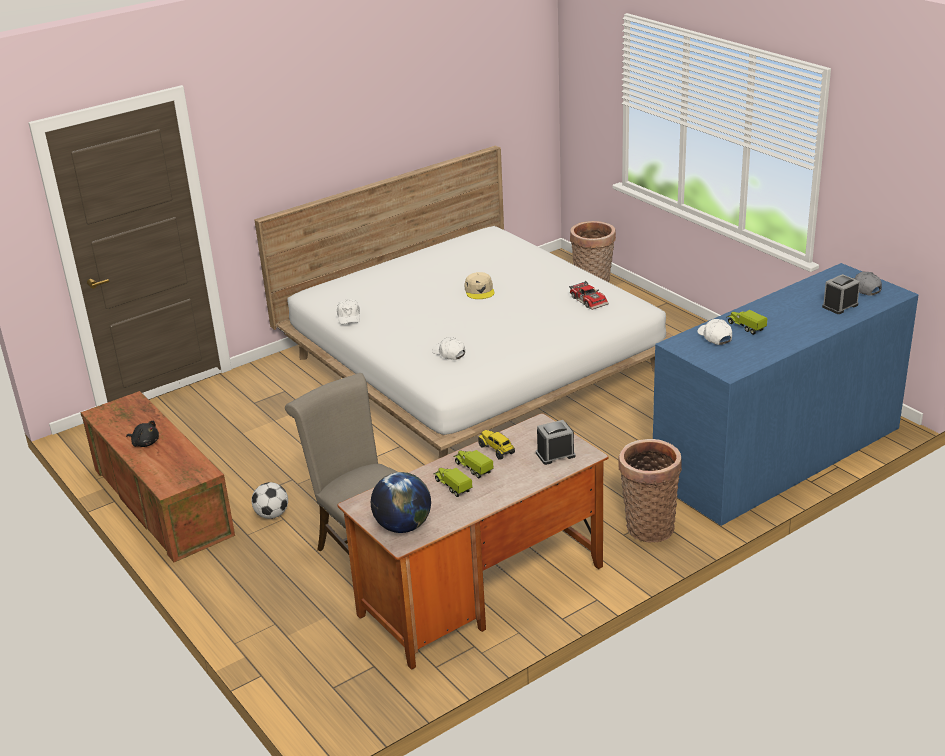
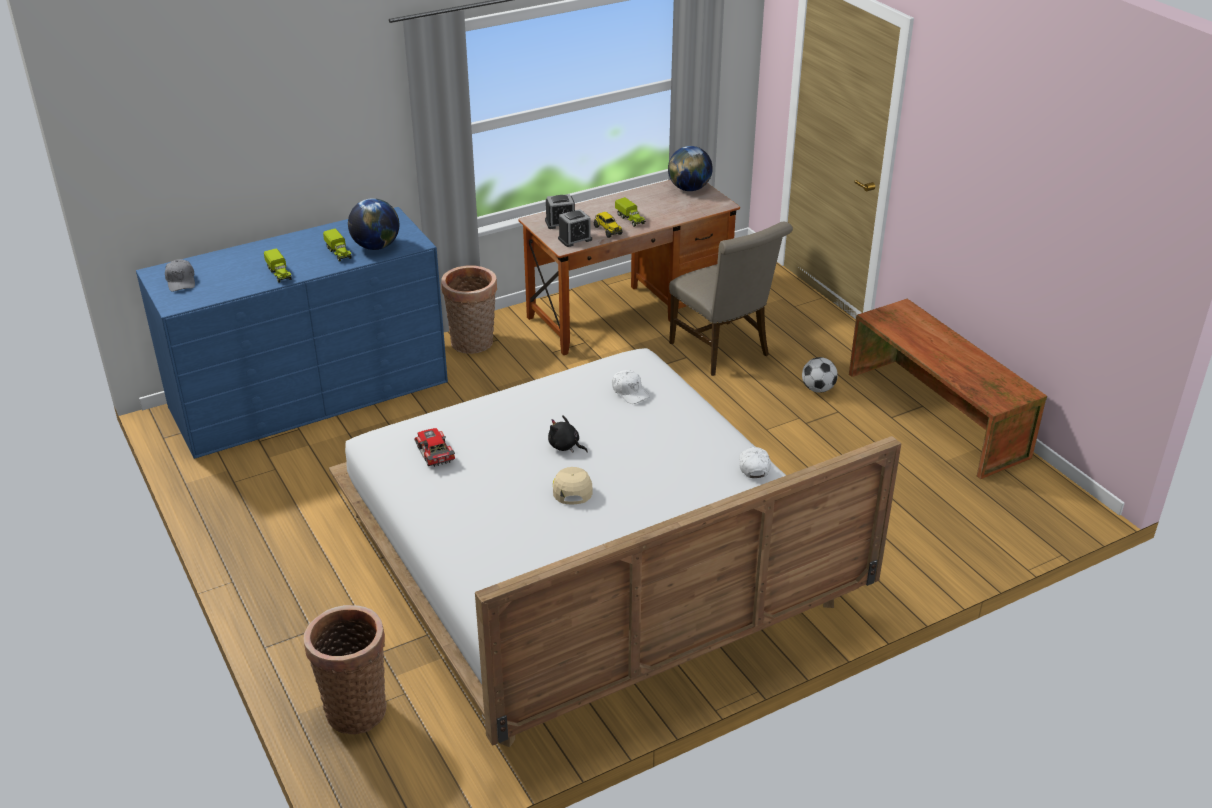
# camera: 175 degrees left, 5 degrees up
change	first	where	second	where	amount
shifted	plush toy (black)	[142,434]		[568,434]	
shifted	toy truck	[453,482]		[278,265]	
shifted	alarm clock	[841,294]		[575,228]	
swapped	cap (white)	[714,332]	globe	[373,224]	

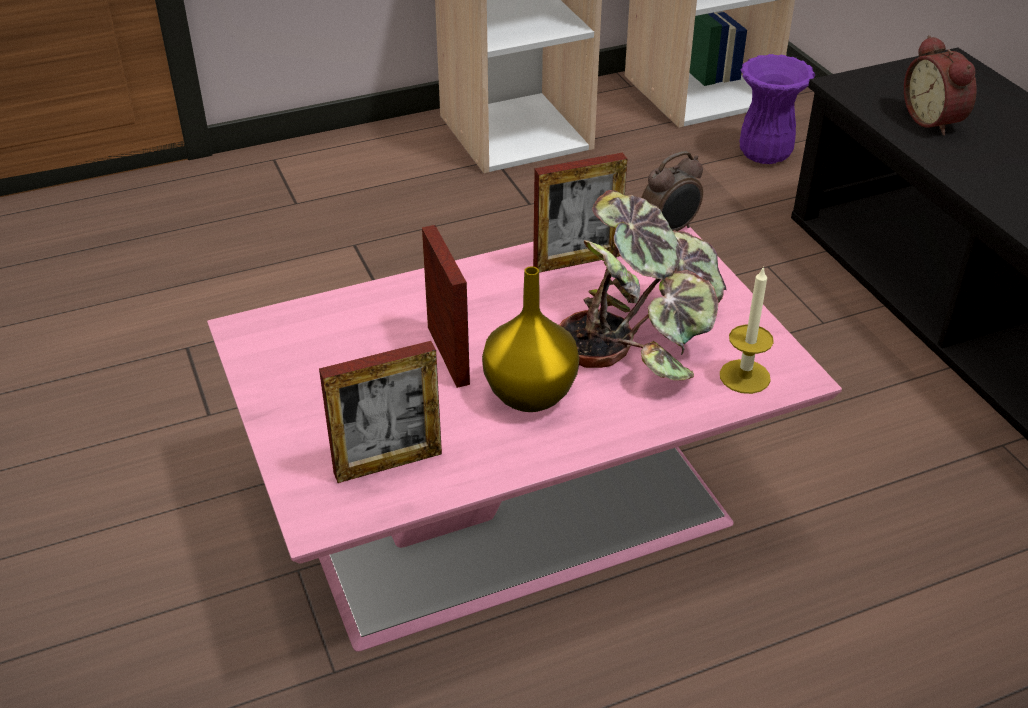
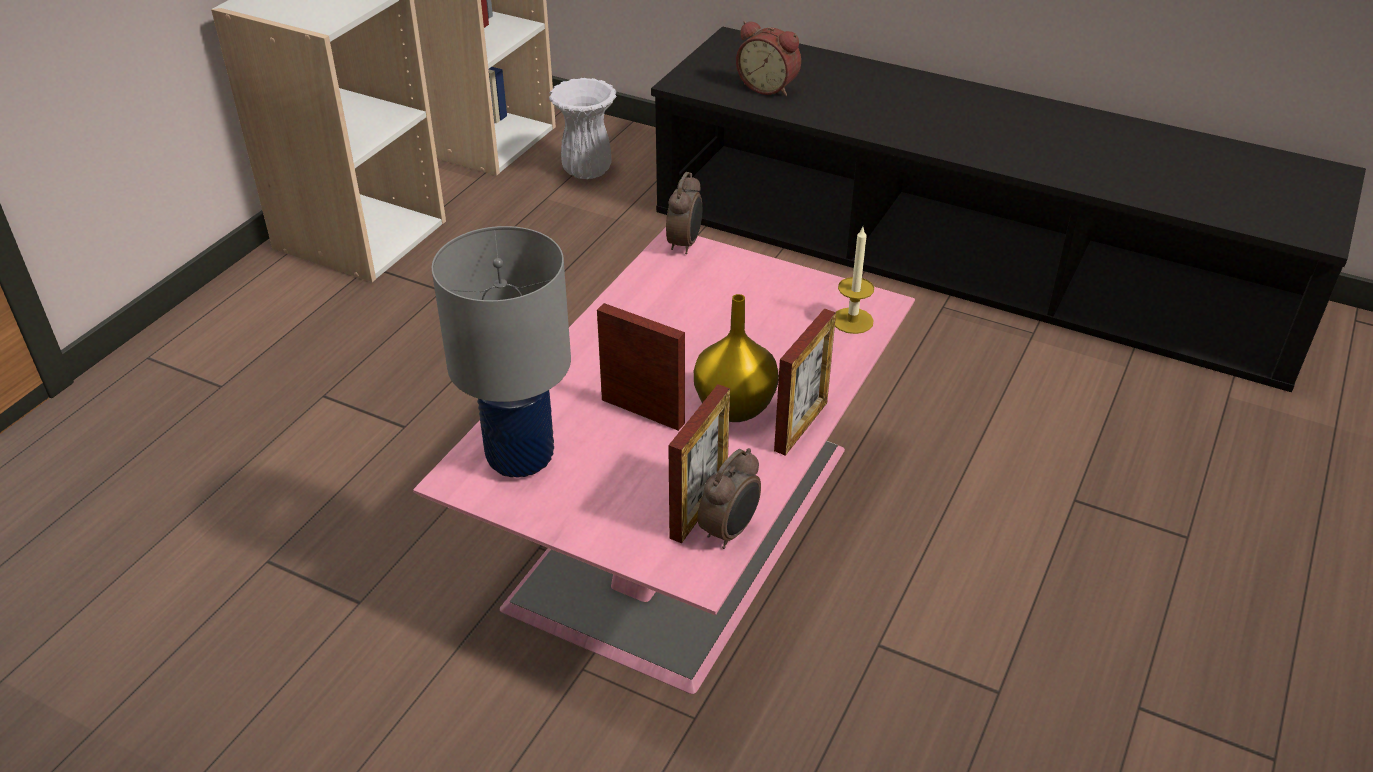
# camera: 40 degrees left, 0 degrees up
change	first	where	second	where	amount
gone	potted plant	[642,285]			
new			table lamp (grey)	[501,351]	
new			alarm clock	[729,498]	
shifted	picture frame	[580,213]		[805,382]	
repainted	vase (purple)	[777,109]	vase (white)	[582,128]	

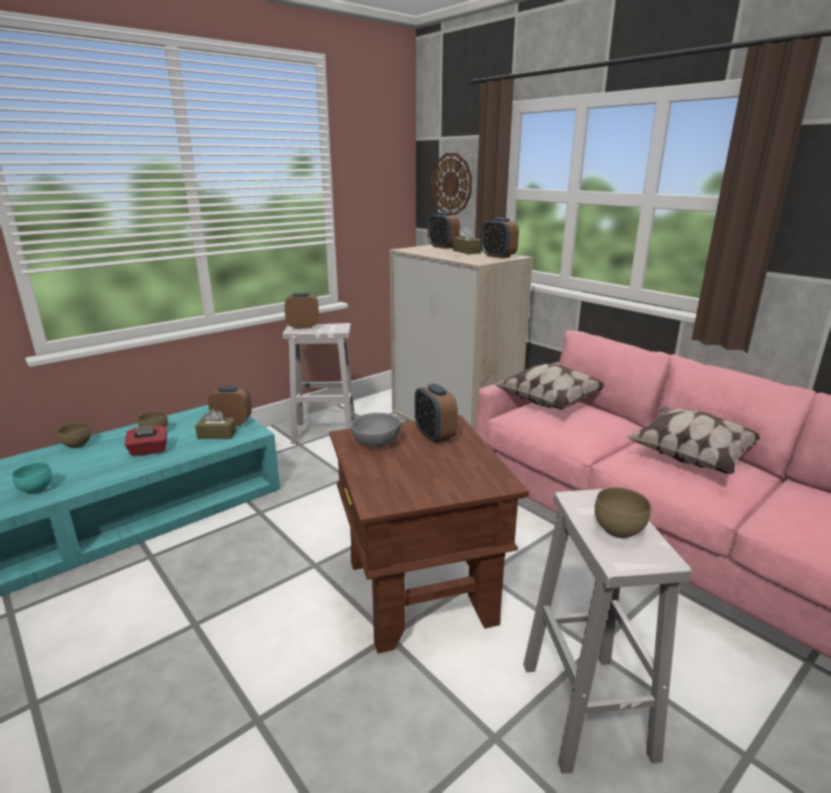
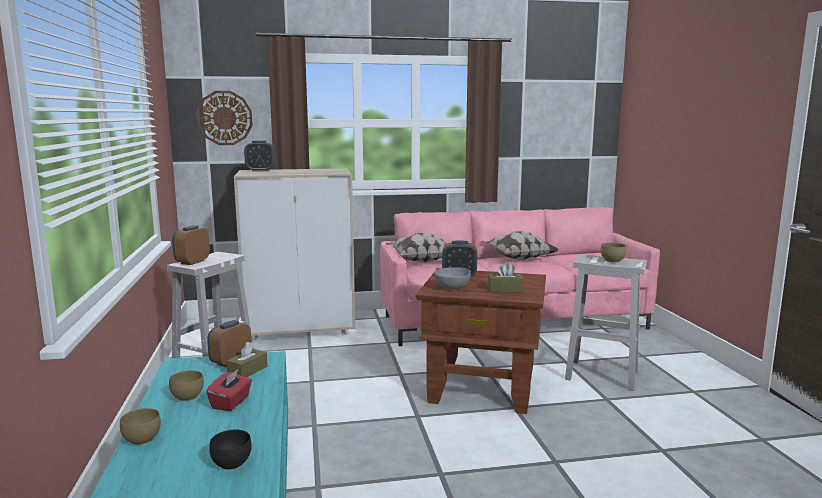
# camera: 60 degrees left, 10 degrees down
change	first	where	second	where	amount
gone	alarm clock	[500,238]			
shifted	tissue box (brown)	[467,240]		[506,277]	
repainted	bowl (turquoise)	[32,478]	bowl (black)	[230,450]	

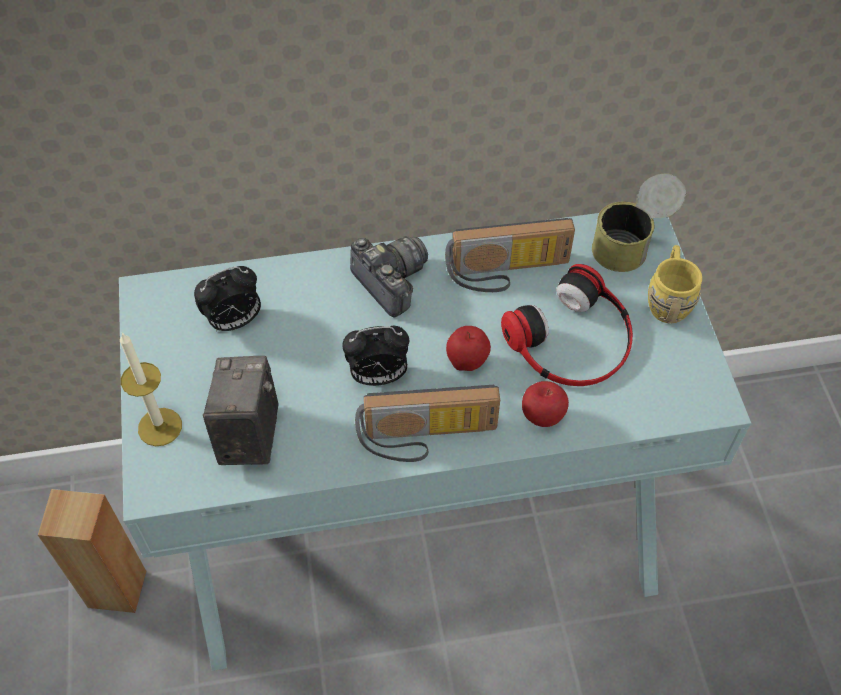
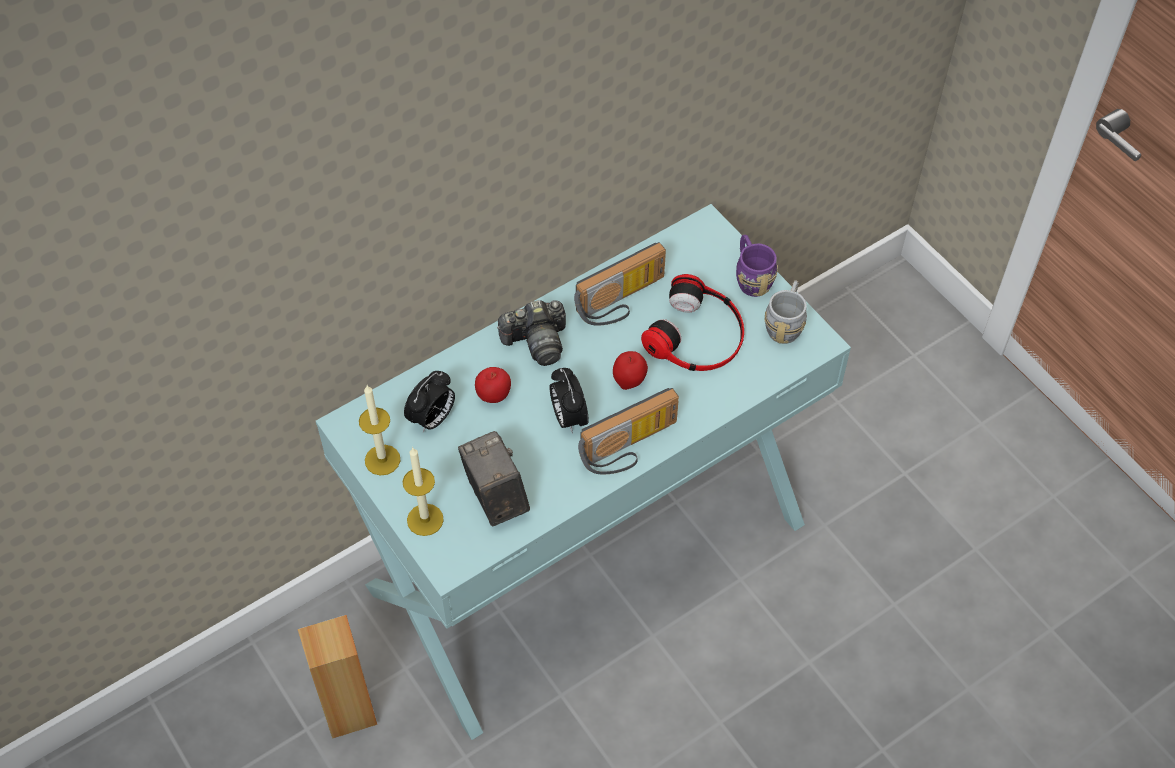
# camera: 25 degrees left, 0 degrees up
change	first	where	second	where	amount
gone	can	[639,222]			
new			candle	[379,430]	
new			mug (grey)	[786,312]	
shifted	apple	[545,404]		[493,385]	
repainted	mug (yellow)	[675,284]	mug (purple)	[757,265]	
rotated	alarm clock	[375,356]		[569,401]	105 degrees clockwise
rotated	photo camera	[389,276]		[531,333]	135 degrees clockwise

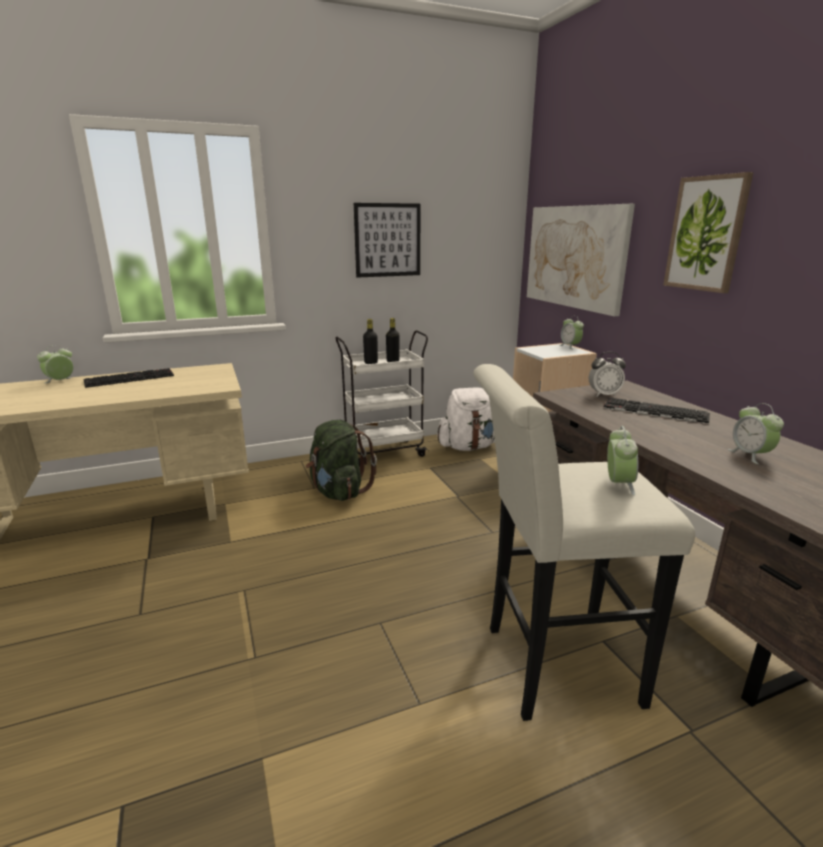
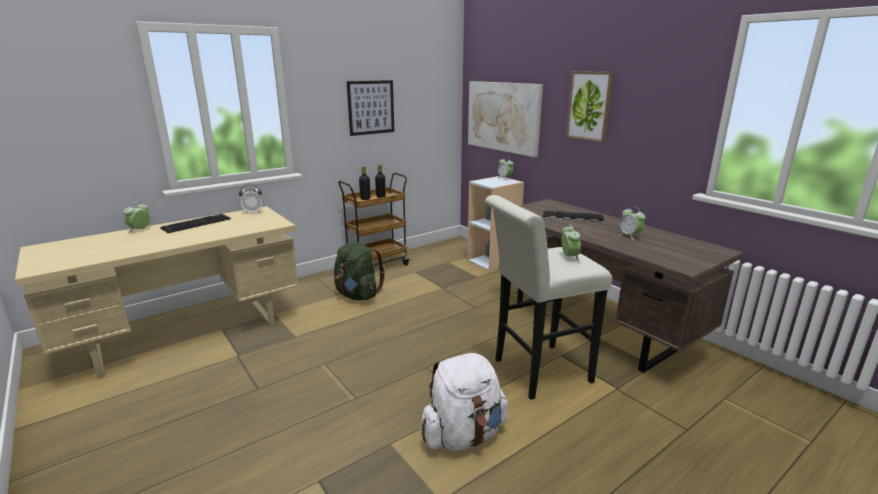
# camera: 15 degrees left, 0 degrees up
change	first	where	second	where	amount
shifted	backpack (white)	[466,419]		[464,402]	
shifted	alarm clock	[607,374]		[251,199]	
repainted	cart (white)	[382,398]	cart (brown)	[374,219]	

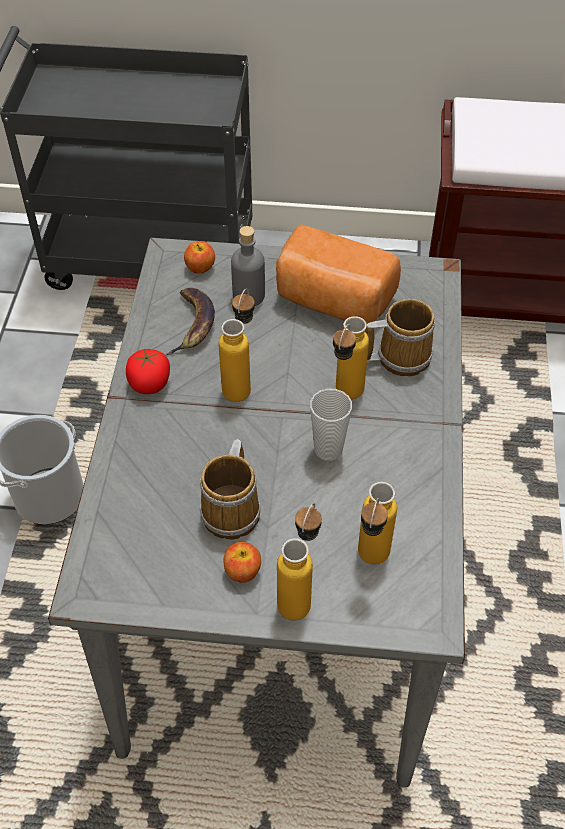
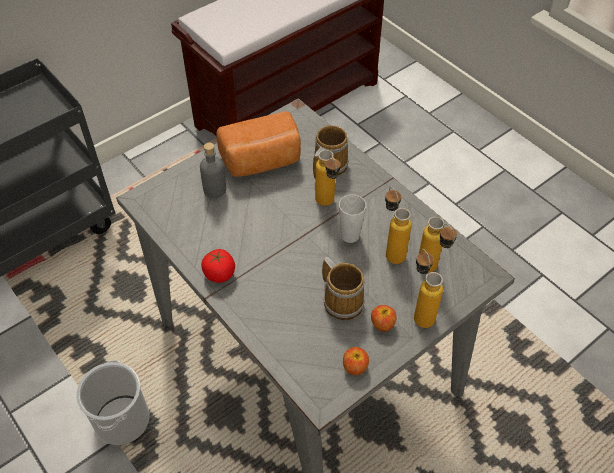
# camera: 45 degrees left, 0 degrees up
change	first	where	second	where	amount
gone	banana	[190,321]			
shifted	apple	[199,257]		[356,361]	
shifted	bottle	[237,345]		[398,225]	

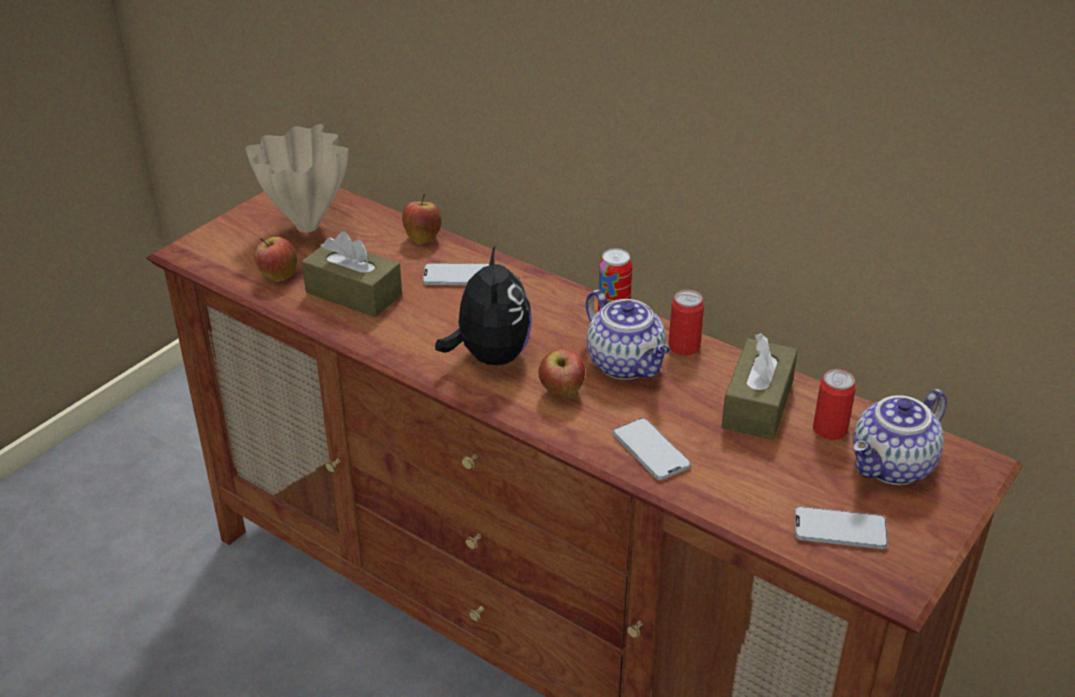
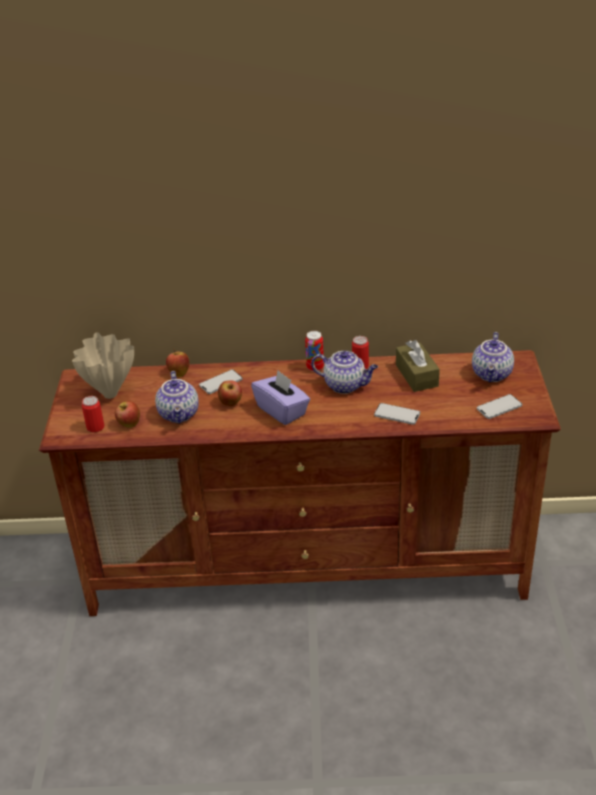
# camera: 35 degrees left, 0 degrees up
change	first	where	second	where	amount
shifted	apple	[562,373]		[230,393]	
shifted	can	[834,404]		[93,414]	
swapped	tissue box (brown)	[352,274]	teapot	[177,397]	
swapped	plush toy	[483,305]	tissue box (purple)	[280,397]	

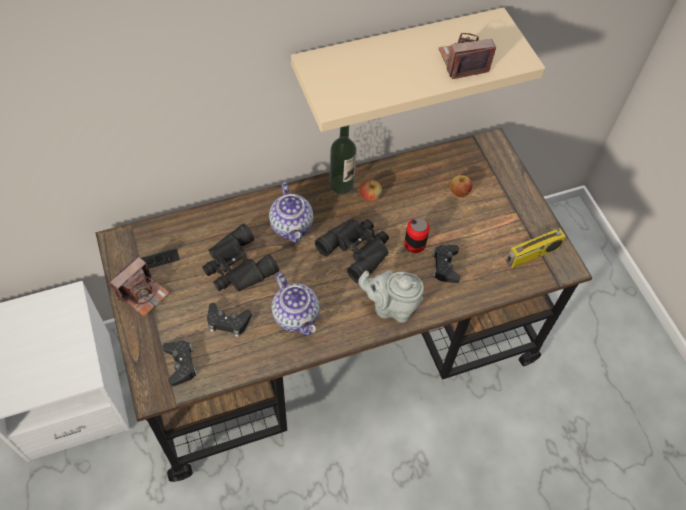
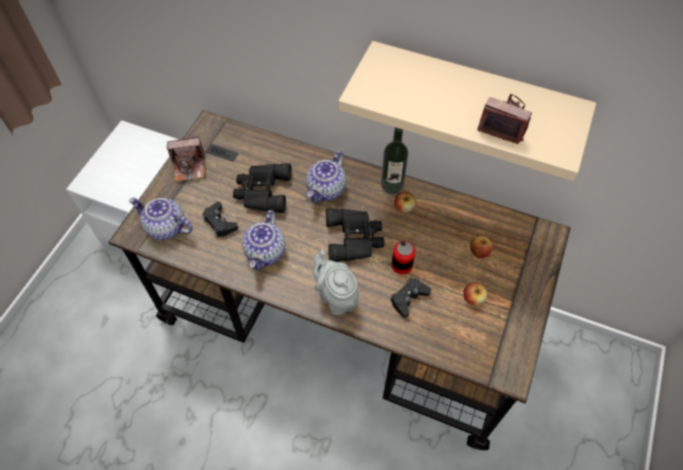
# camera: 45 degrees right, 0 degrees up
change	first	where	second	where	amount
gone	radio	[535,246]			
new			apple	[475,294]	
swapped	game controller (black)	[180,363]	teapot	[161,219]	

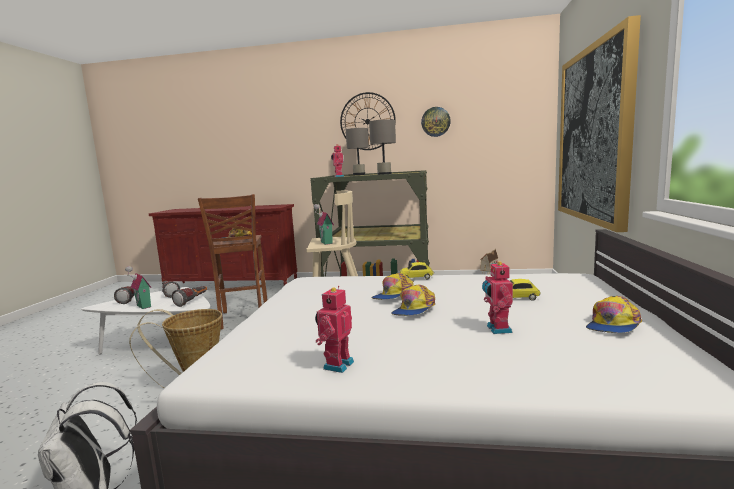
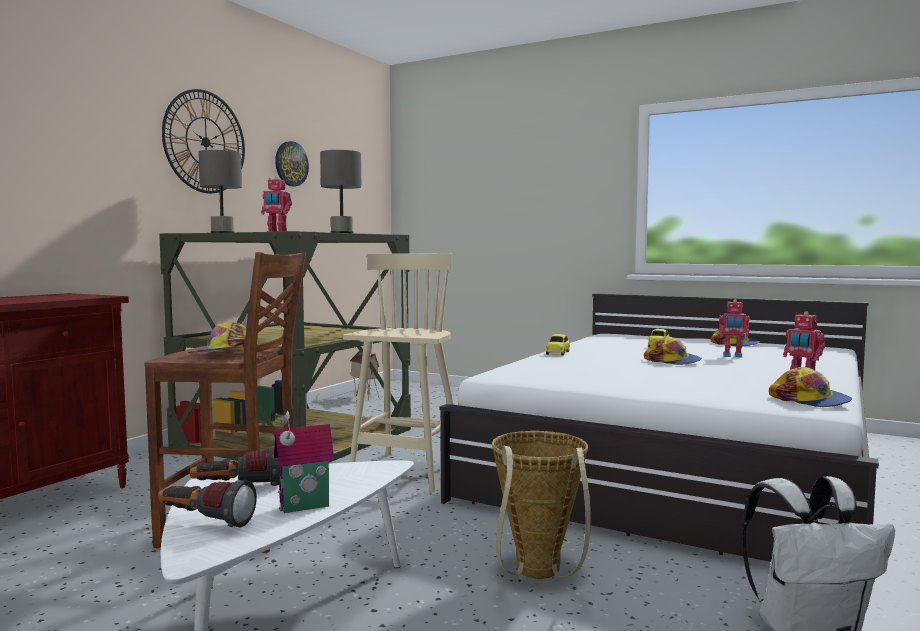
# camera: 70 degrees left, 5 degrees down
change	first	where	second	where	amount
gone	flashlight	[189,296]			
gone	toy house	[323,224]			
gone	picture	[599,123]			
shifted	cap	[392,286]		[810,387]	

